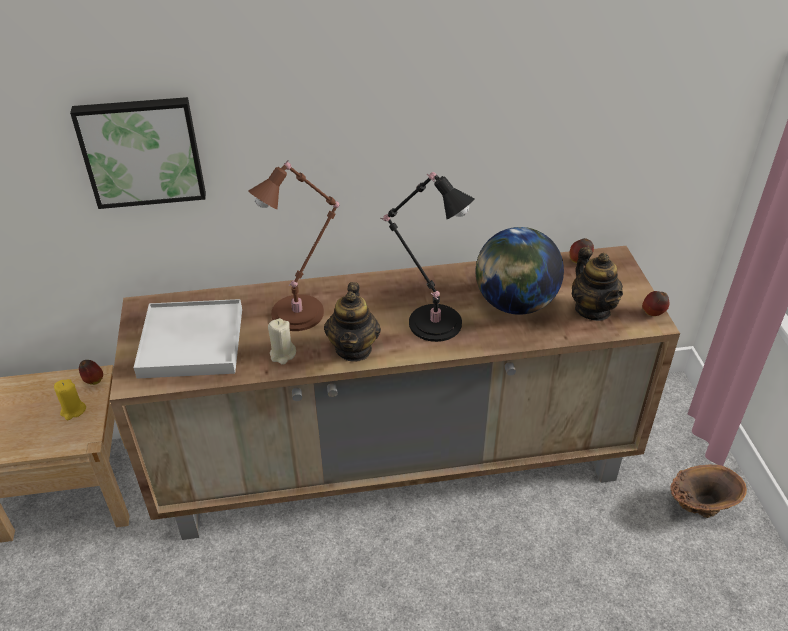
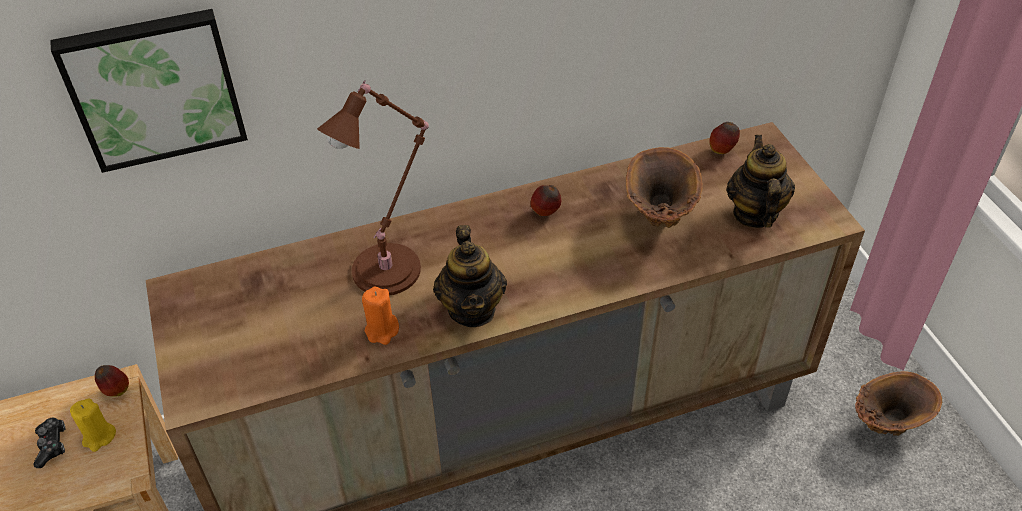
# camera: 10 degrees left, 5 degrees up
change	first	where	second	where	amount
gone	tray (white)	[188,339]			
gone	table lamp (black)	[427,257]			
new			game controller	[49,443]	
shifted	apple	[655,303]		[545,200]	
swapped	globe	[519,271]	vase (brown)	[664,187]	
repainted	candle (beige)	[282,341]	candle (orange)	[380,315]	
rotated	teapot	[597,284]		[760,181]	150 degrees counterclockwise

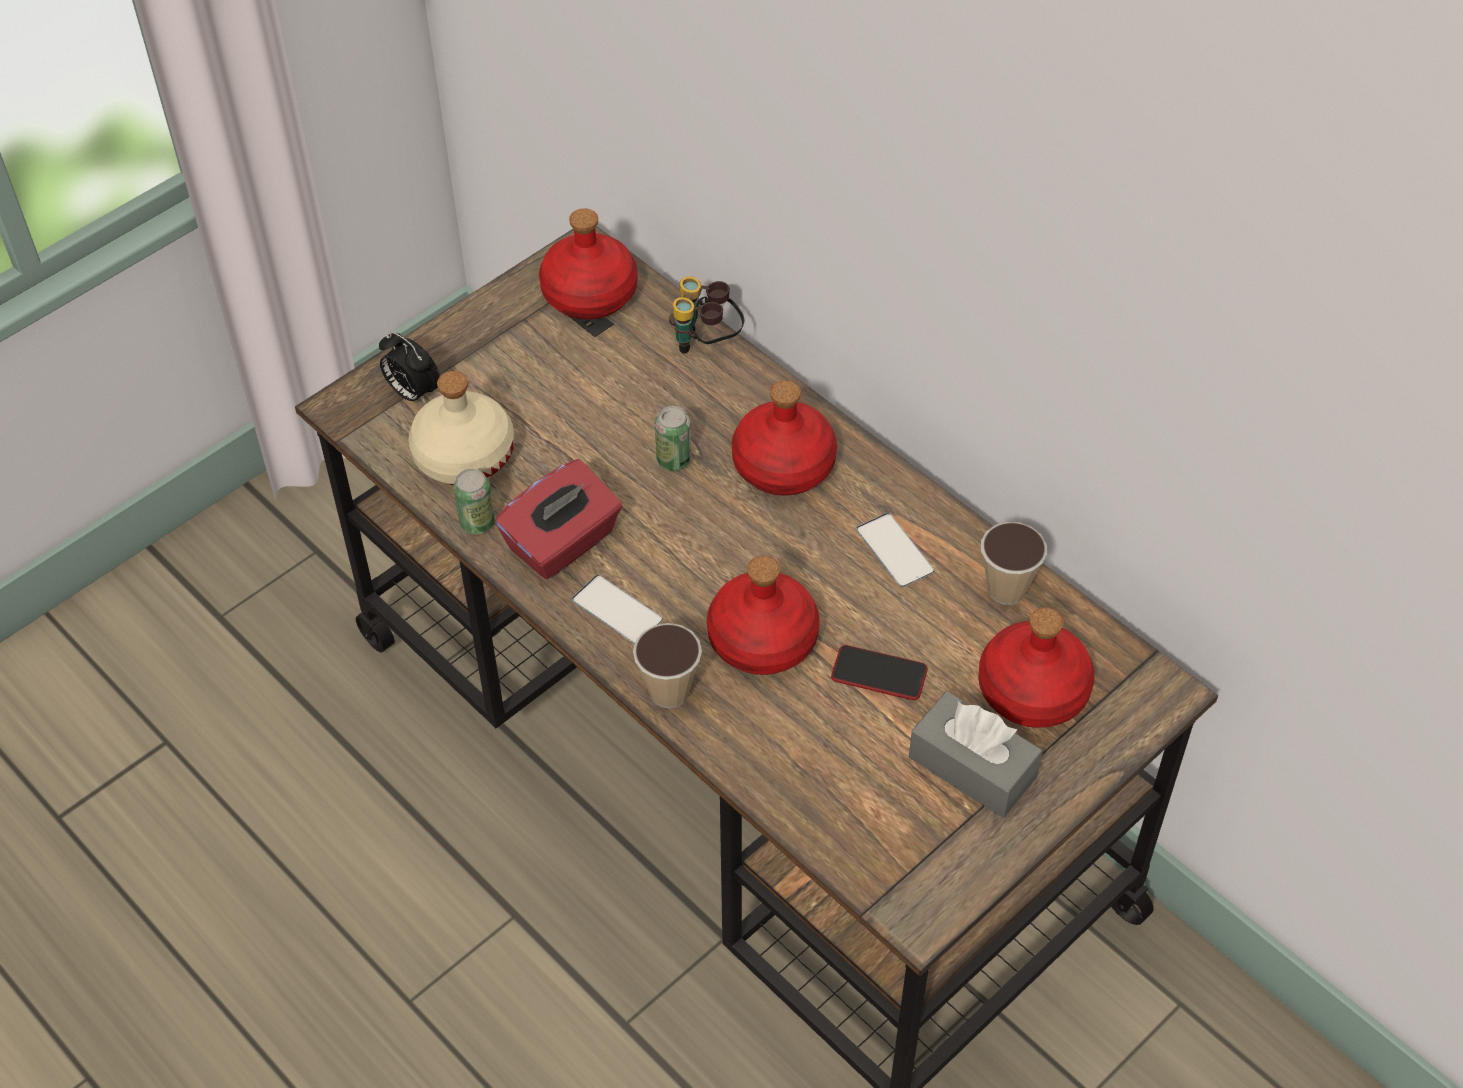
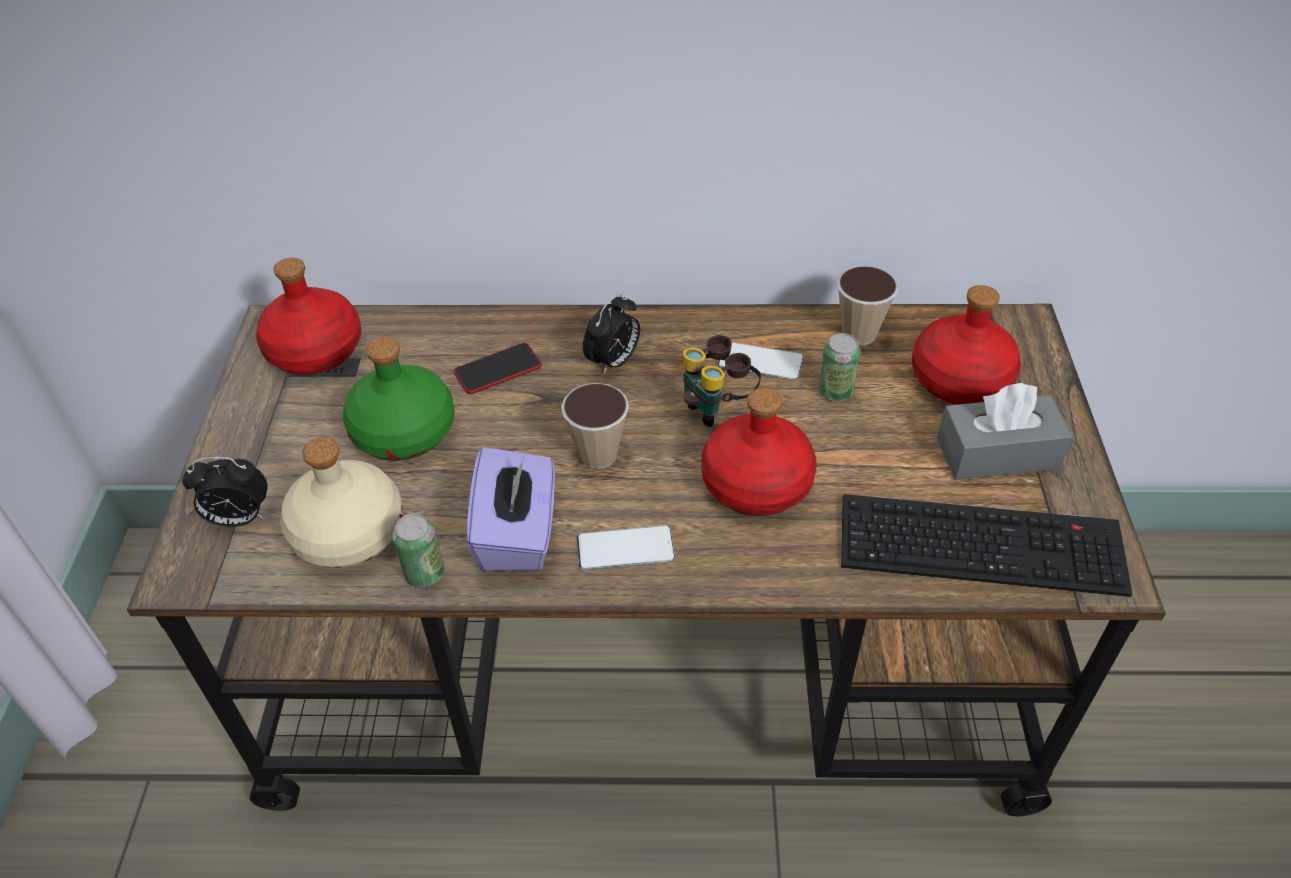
# camera: 45 degrees left, 5 degrees down
change	first	where	second	where	amount
new			bottle (green)	[399,399]	
new			keyboard	[986,545]	
shifted	cup	[667,666]		[595,426]	
shifted	can	[673,438]		[840,367]	
shifted	binoculars	[706,315]		[721,381]	
shifted	phone	[879,672]		[498,368]	
swapped	bottle (red)	[784,438]	alarm clock	[611,334]	
repainted	tissue box (red)	[558,519]	tissue box (purple)	[511,509]	

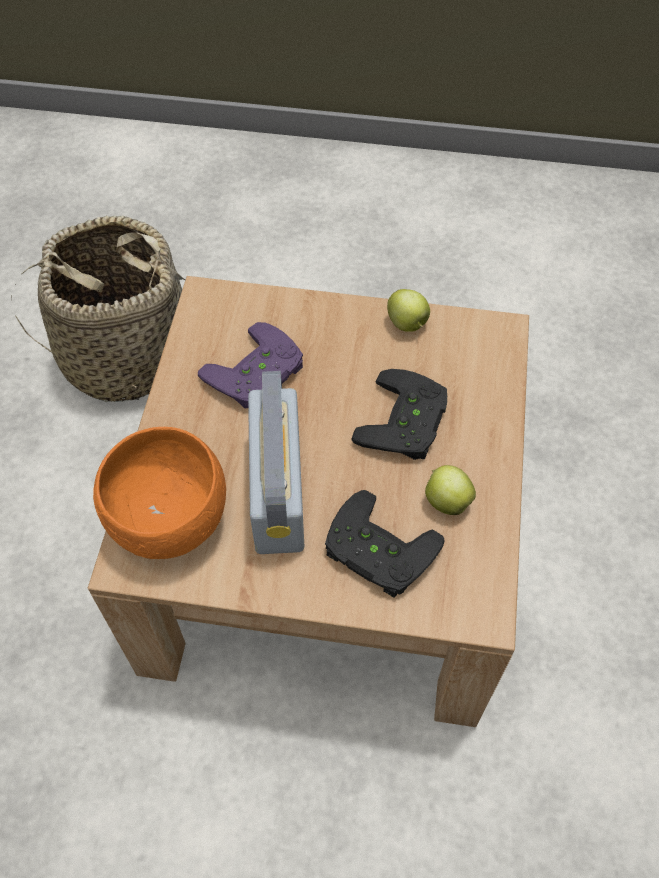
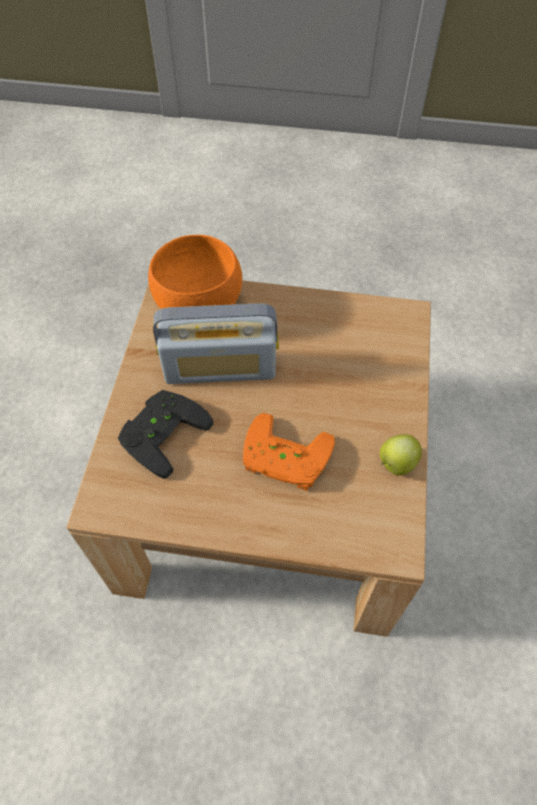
# camera: 90 degrees right, 0 degrees up
change	first	where	second	where	amount
gone	basket	[98,309]			
gone	game controller (purple)	[250,365]			
gone	apple	[450,490]			
repainted	game controller (black)	[399,414]	game controller (orange)	[289,452]	

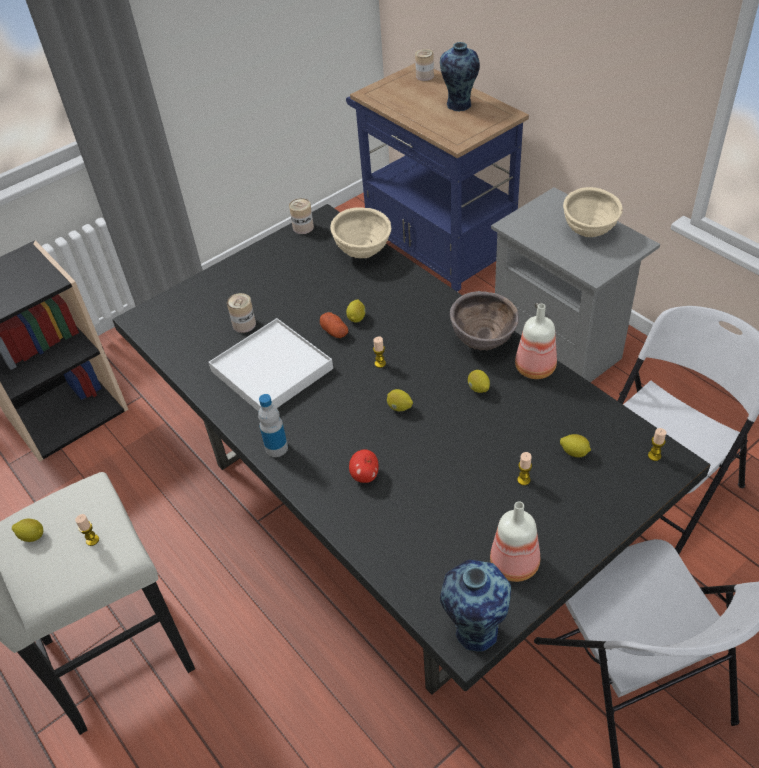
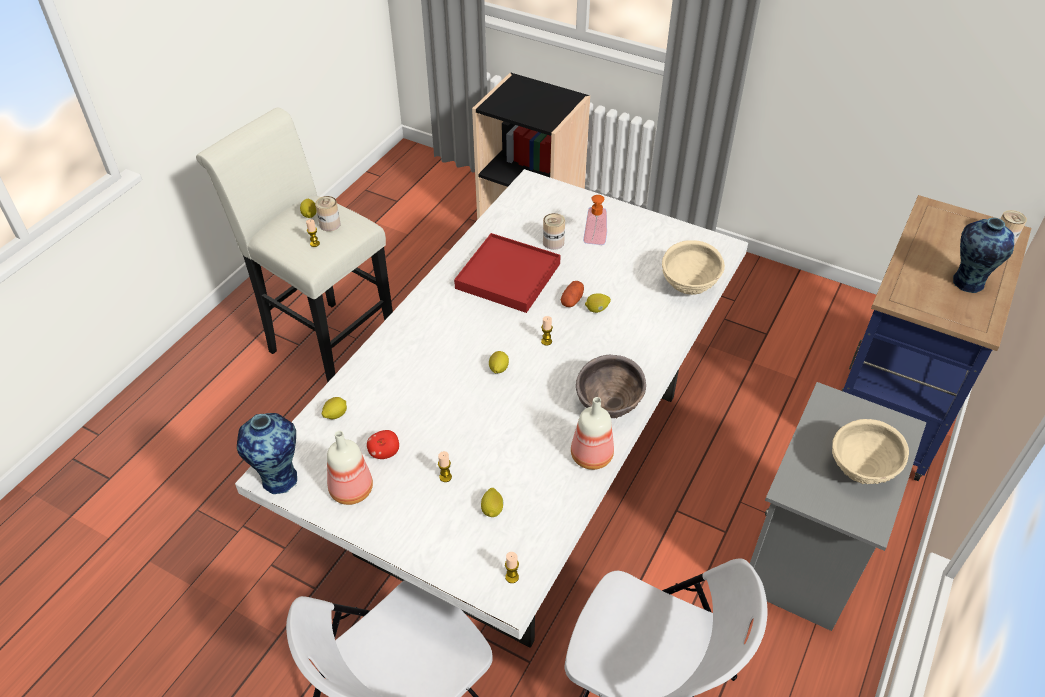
# camera: 65 degrees right, 0 degrees up
change	first	where	second	where	amount
gone	bottle	[273,425]			
new			soap dispenser	[595,220]	
shifted	can	[301,216]		[328,213]	
shifted	apple	[364,466]		[383,444]	
shifted	lemon	[479,381]		[334,408]	
repainted	dining table (black)	[411,449]	dining table (white)	[491,408]	
repainted	tray (white)	[271,365]	tray (red)	[507,273]	

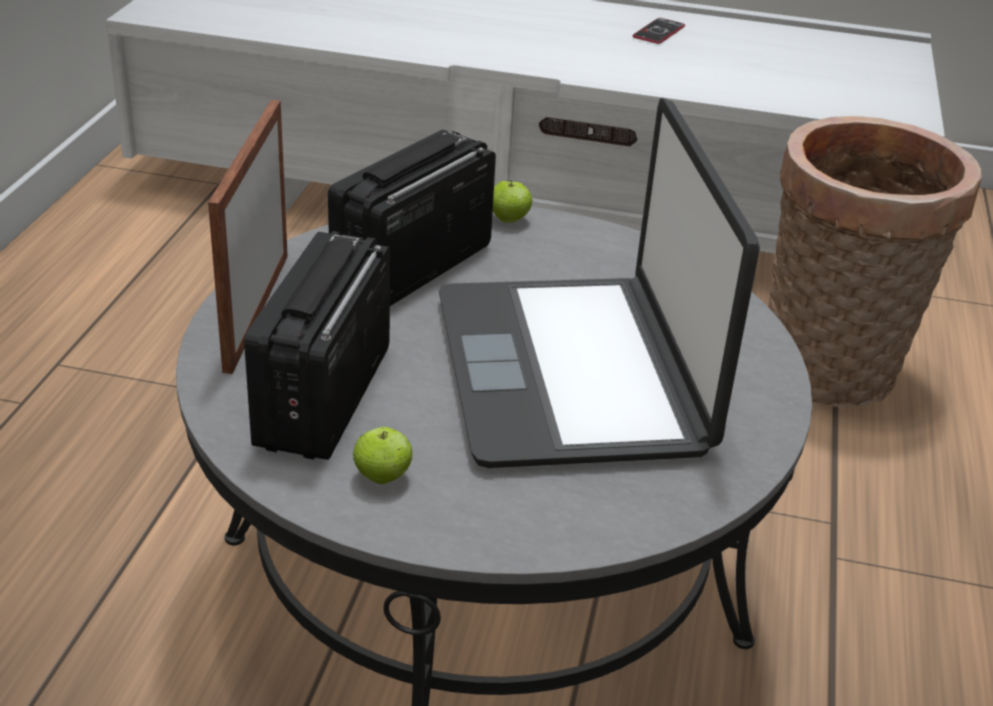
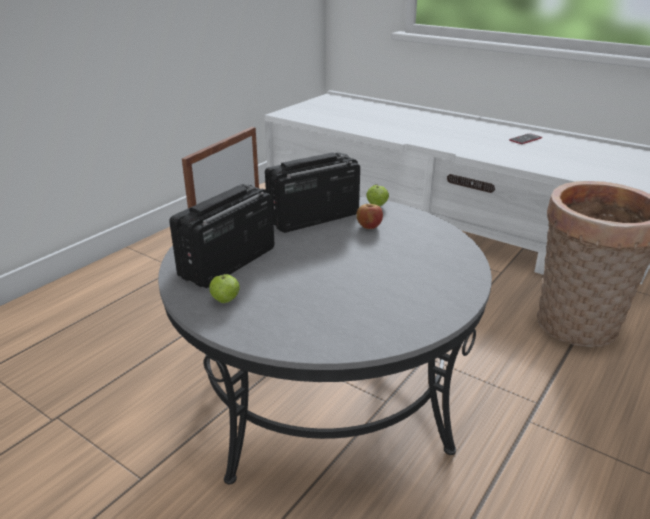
# camera: 25 degrees right, 5 degrees down
change	first	where	second	where	amount
gone	laptop	[599,283]			
new			apple	[369,216]	

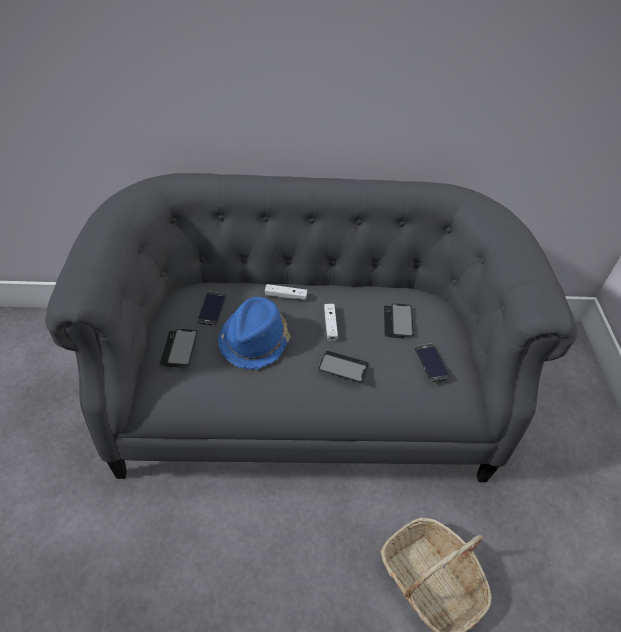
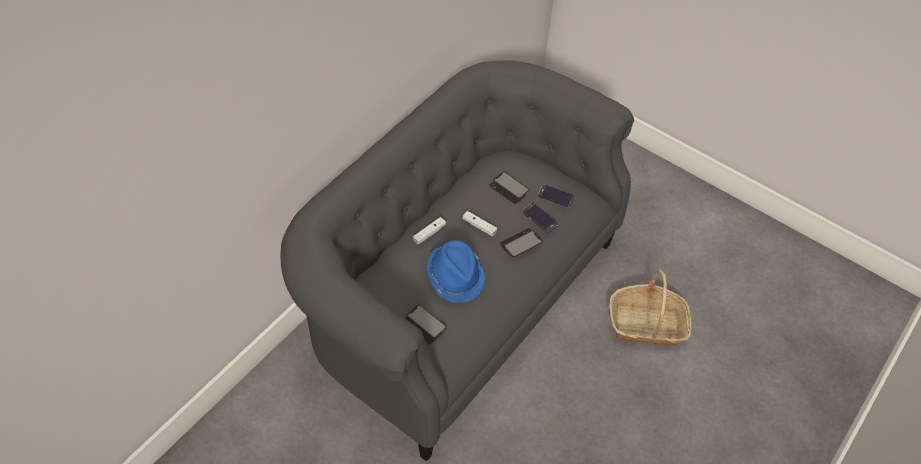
# camera: 50 degrees left, 5 degrees up
change	first	where	second	where	amount
shifted	phone	[211,309]		[540,217]	

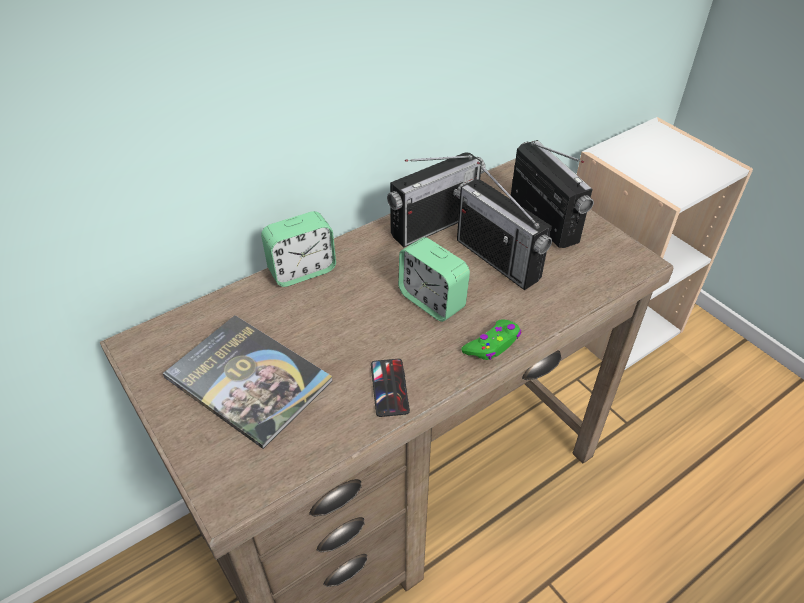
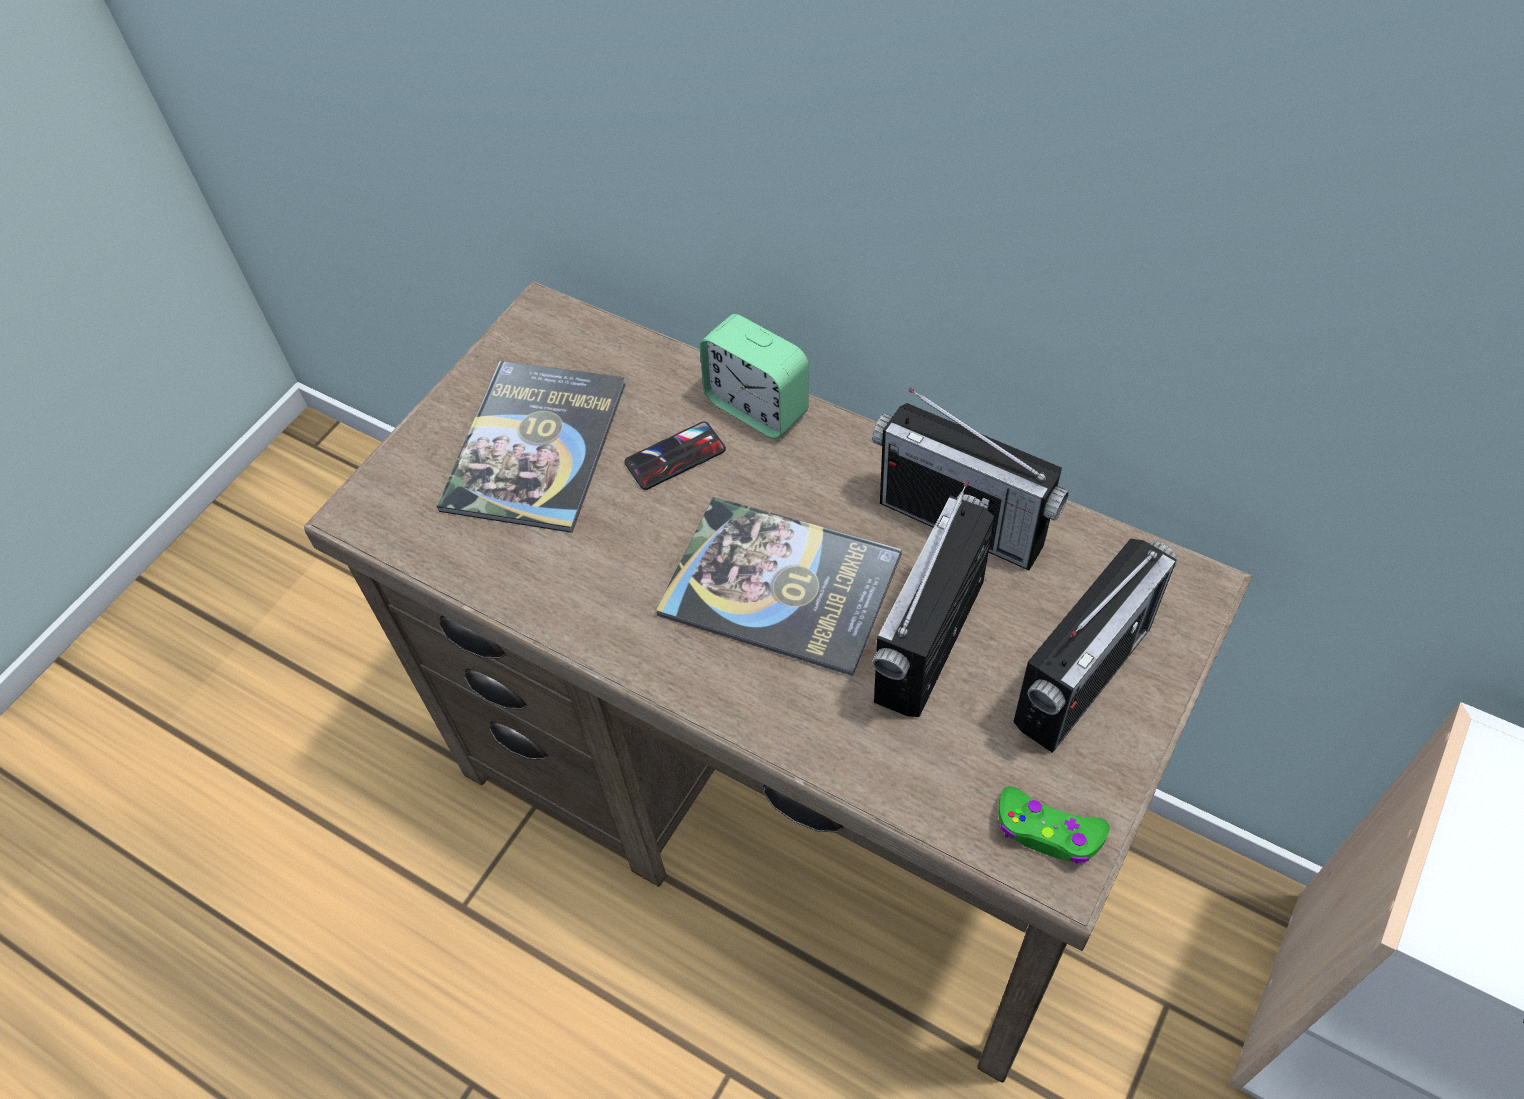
# camera: 70 degrees right, 10 degrees up
change	first	where	second	where	amount
shifted	phone	[390,388]		[675,455]	
shifted	game controller (green)	[491,339]		[1054,824]	
swapped	alarm clock	[434,279]	book	[779,586]	

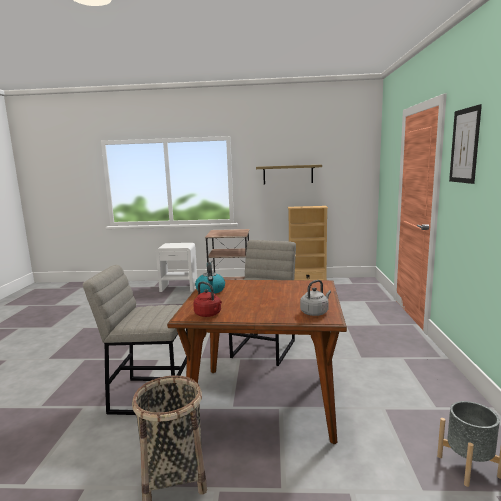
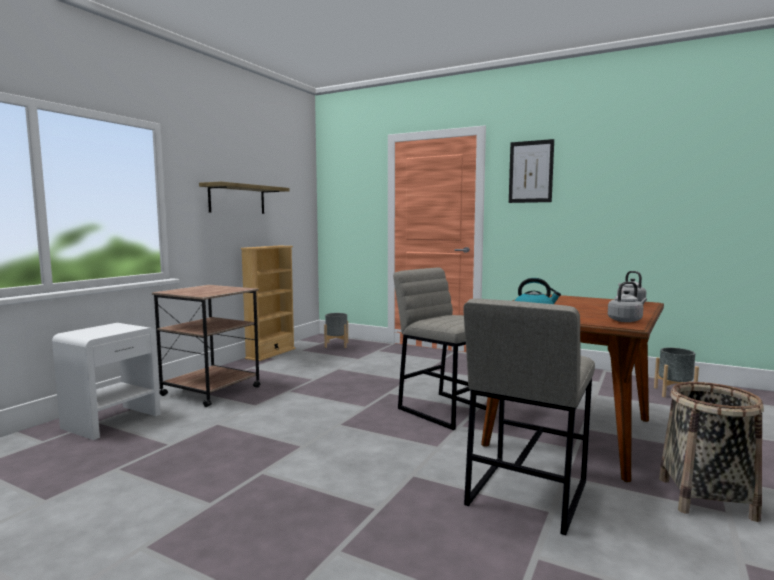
# camera: 65 degrees left, 5 degrees down
change	first	where	second	where	amount
new			planter (grey)	[336,330]	
repainted	kettle (red)	[207,299]	kettle (grey)	[627,302]	

